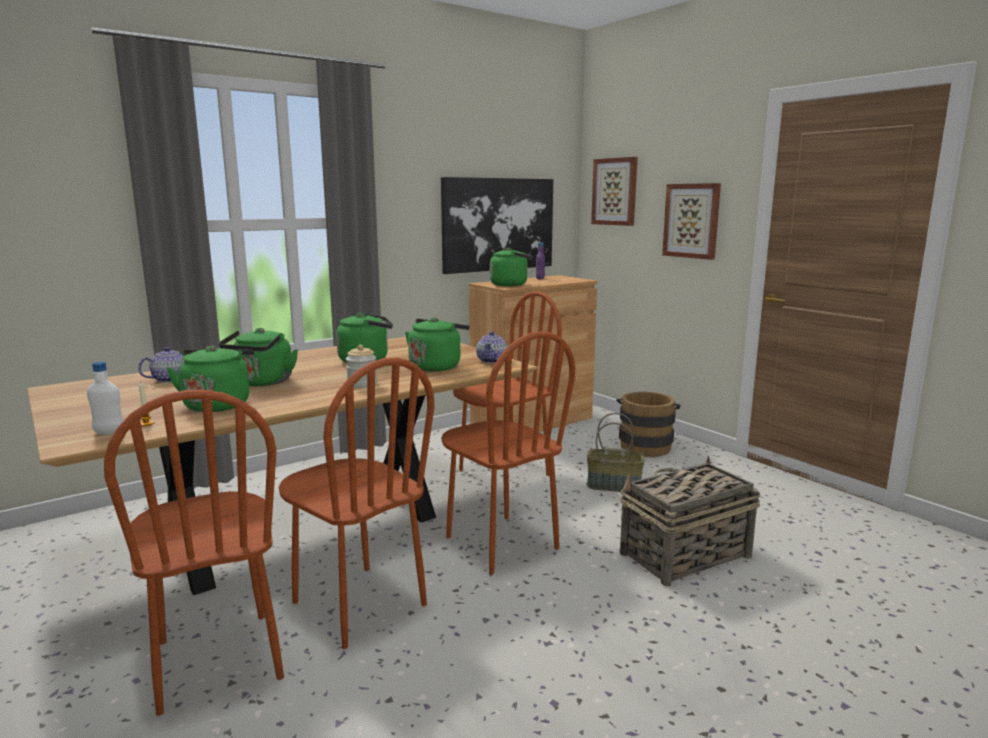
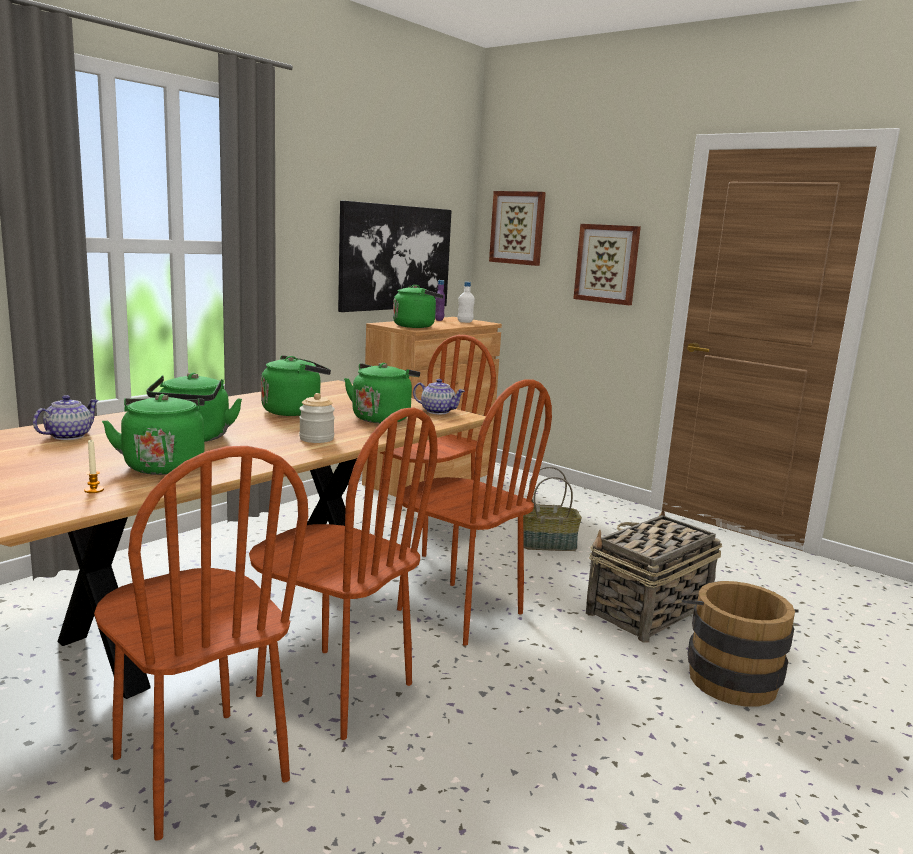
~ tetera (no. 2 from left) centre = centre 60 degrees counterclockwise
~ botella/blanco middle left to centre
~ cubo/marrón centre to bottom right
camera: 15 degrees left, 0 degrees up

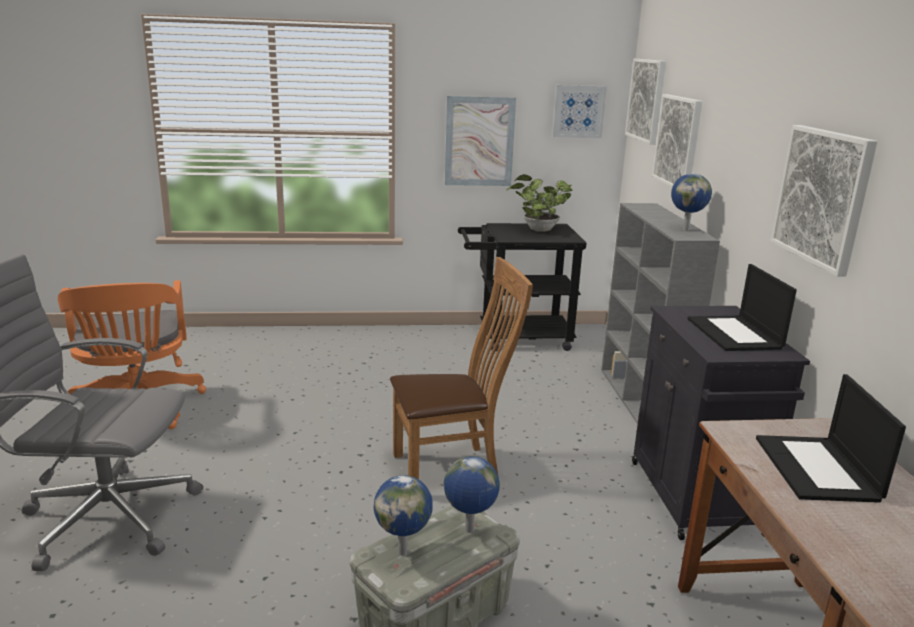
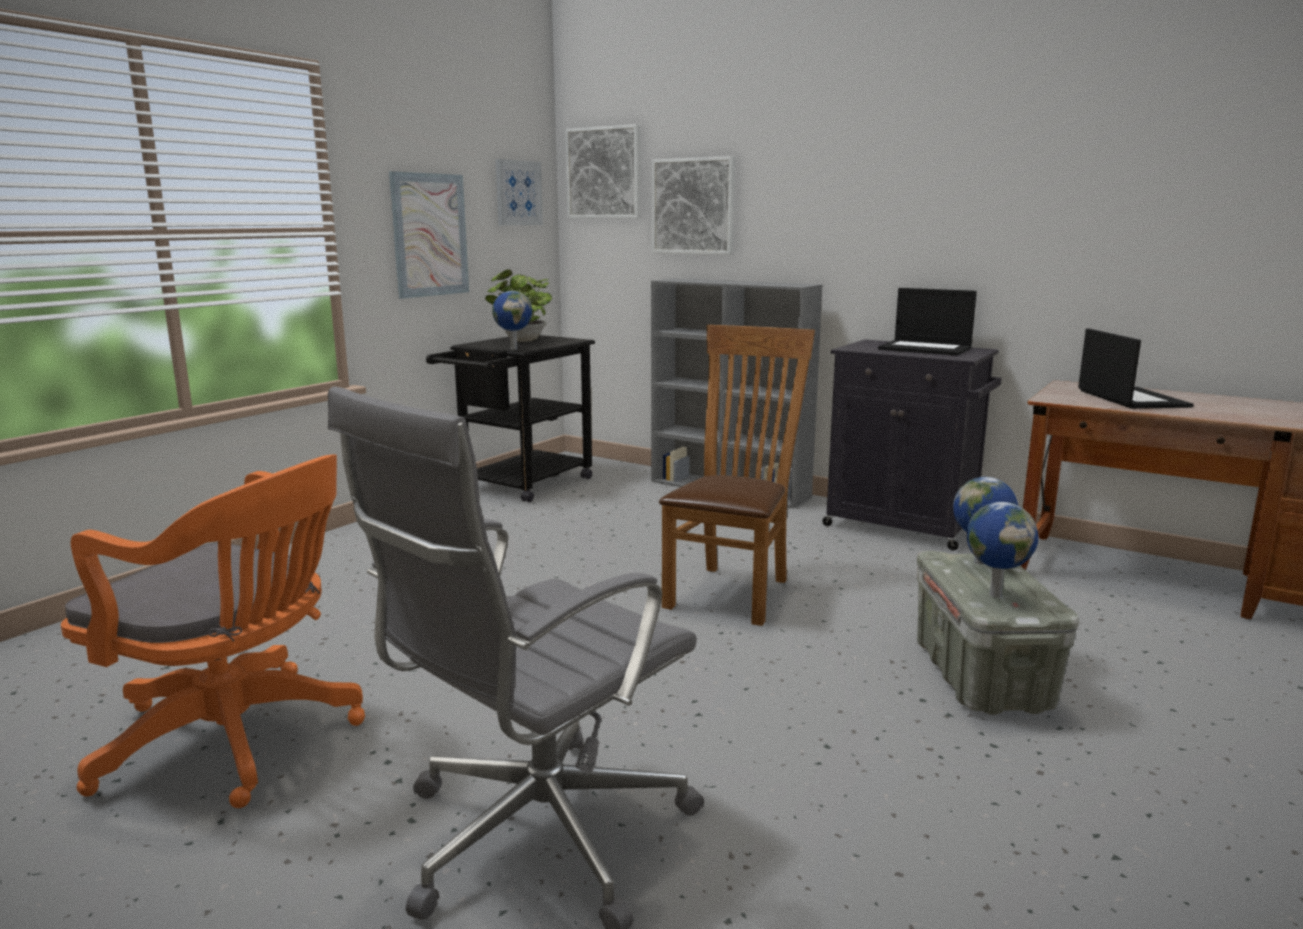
- cuadro (no. 5 from left) top right
~ globo terráqueo (no. 3 from left in the first image) top right to globo terráqueo (no. 1 from left) centre
~ portátil (no. 2 from left) bottom right = middle right 135 degrees counterclockwise
camera: 50 degrees left, 5 degrees down

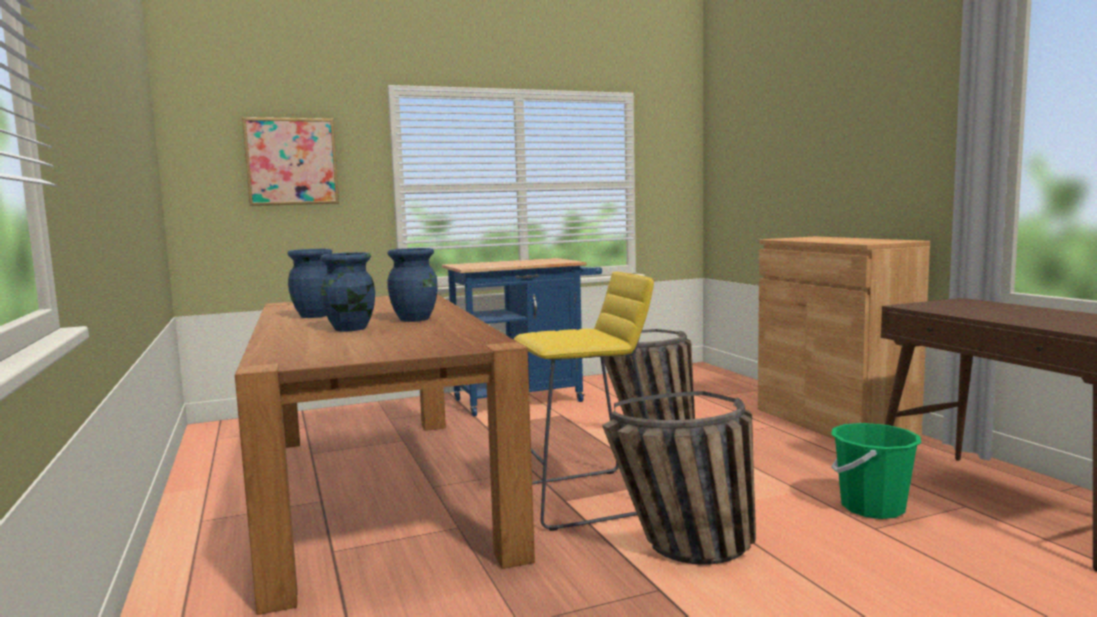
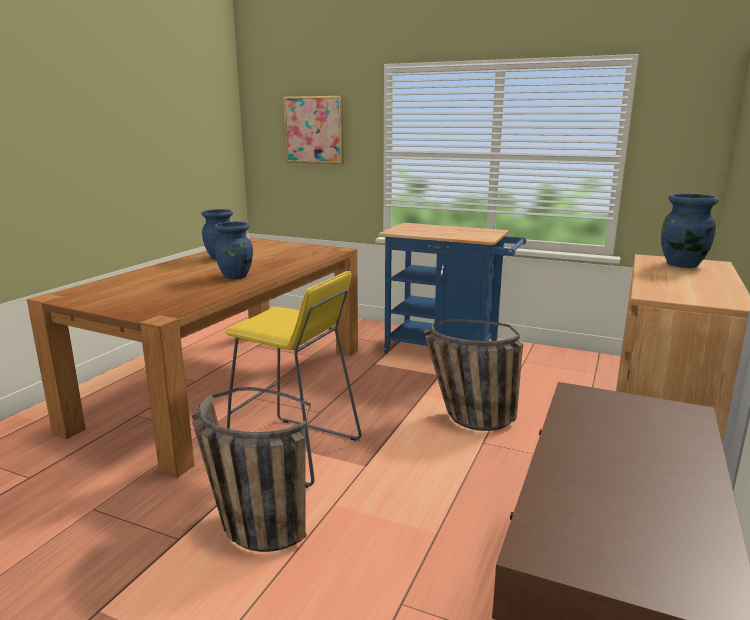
~ florero/azul (no. 2 from left in the first image) middle left to florero/azul (no. 3 from left) middle right
- cubo/verde bottom right
camera: 45 degrees right, 10 degrees up

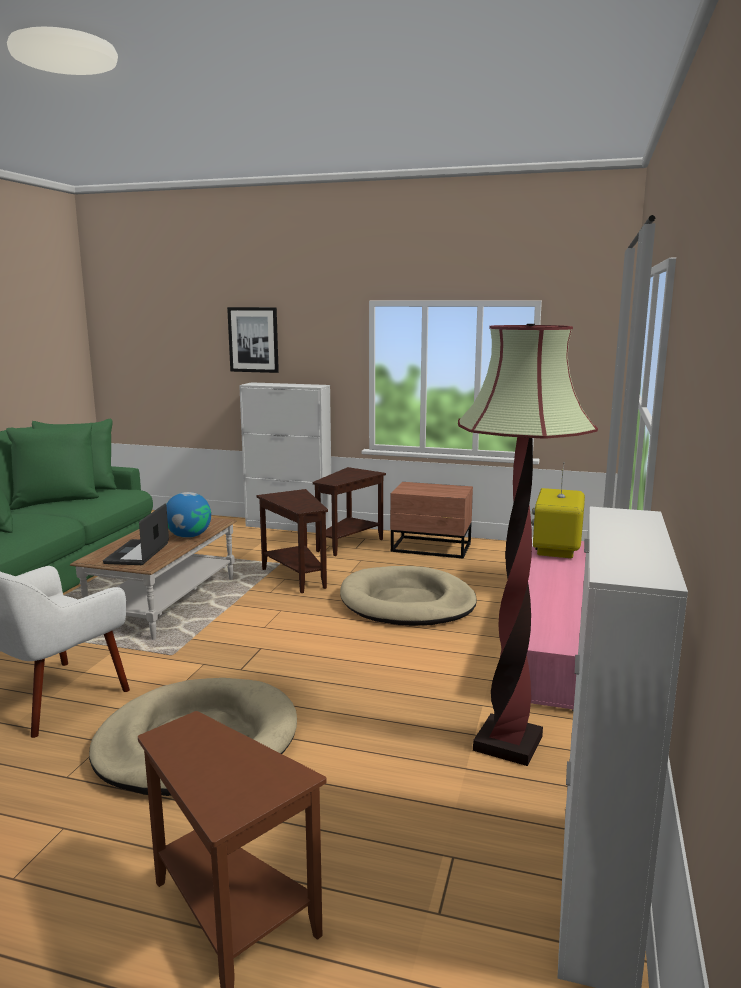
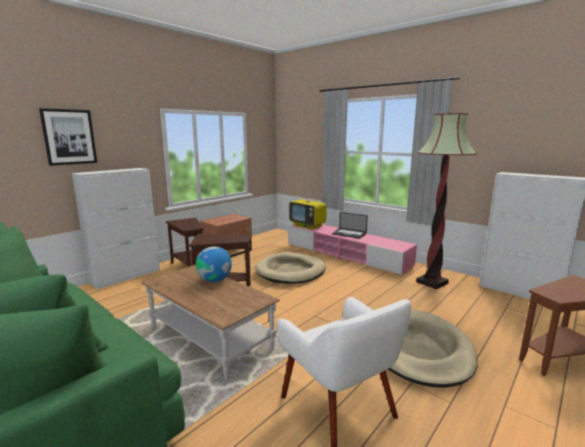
~ portátil middle left to centre
camera: 65 degrees left, 0 degrees up

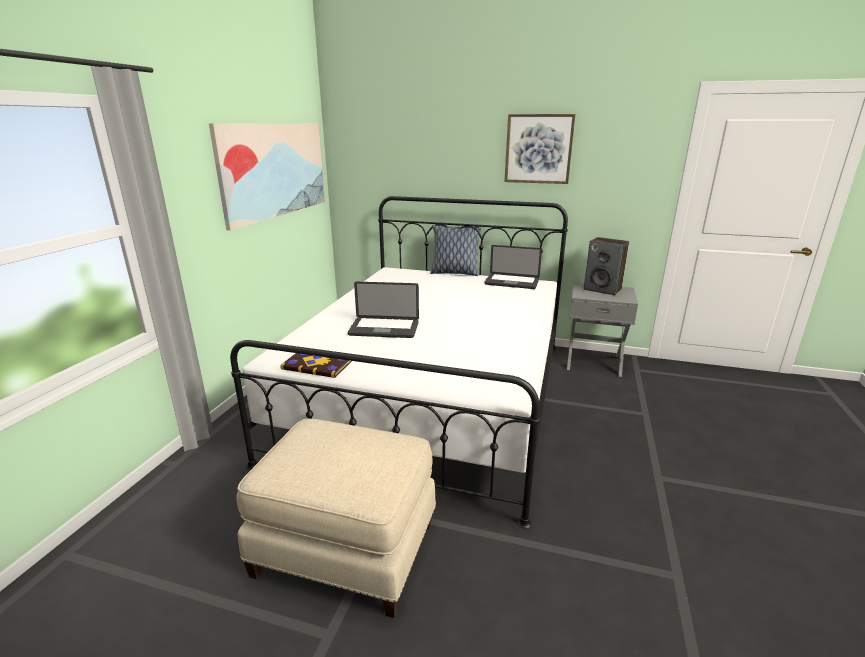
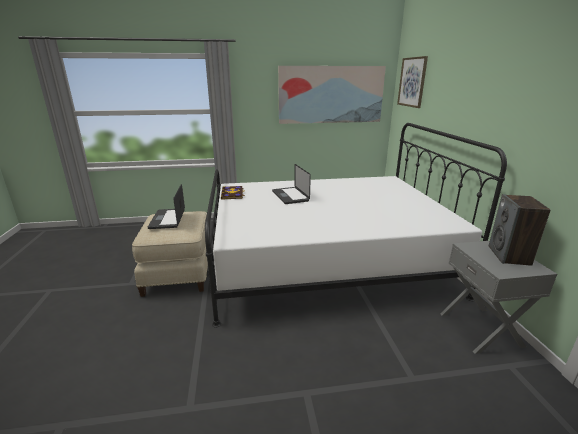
~ cuadro (no. 2 from left) top centre to top right
- cojín centre
~ portátil (no. 2 from left in the first image) centre to portátil (no. 1 from left) middle left
camera: 65 degrees right, 0 degrees up

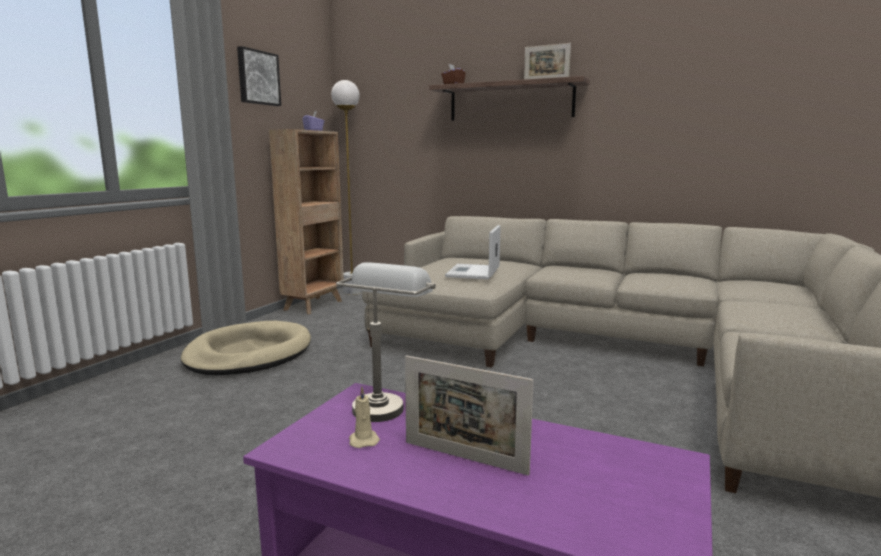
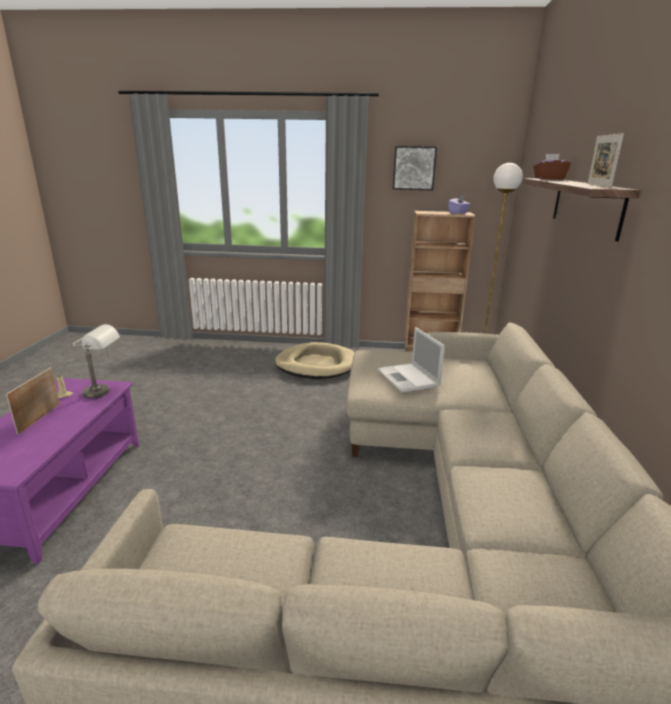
~ portátil centre = centre 105 degrees counterclockwise
camera: 70 degrees right, 10 degrees up

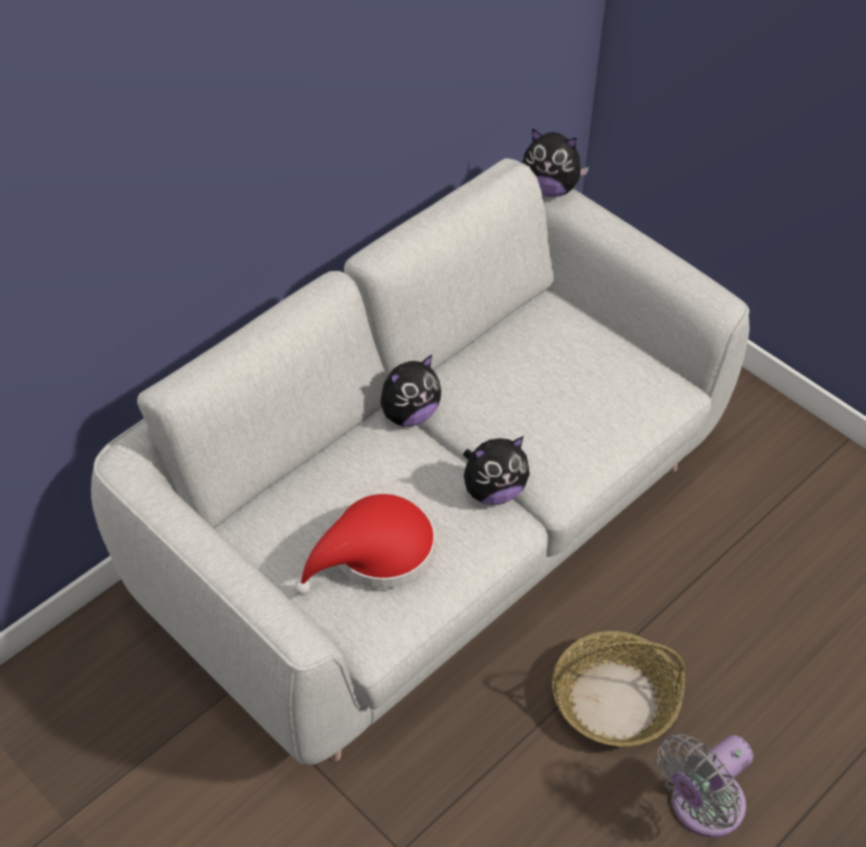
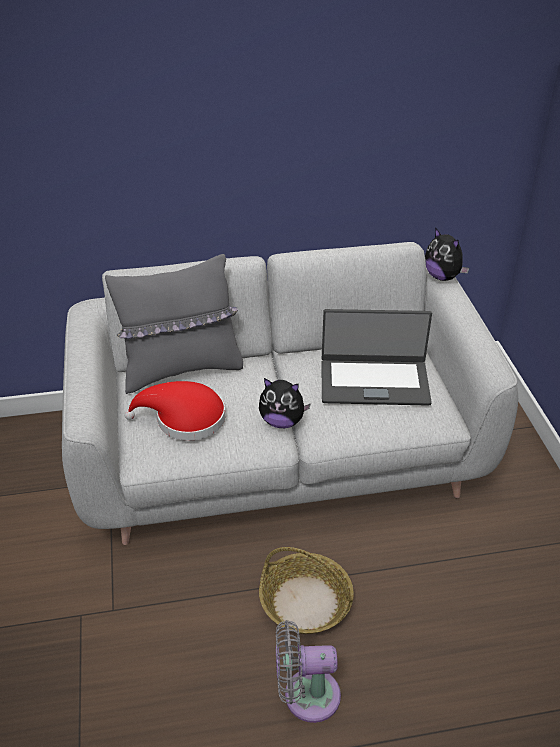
- peluche (no. 1 from left) centre
+ cojín/gris middle left
+ portátil middle right
camera: 35 degrees right, 10 degrees down

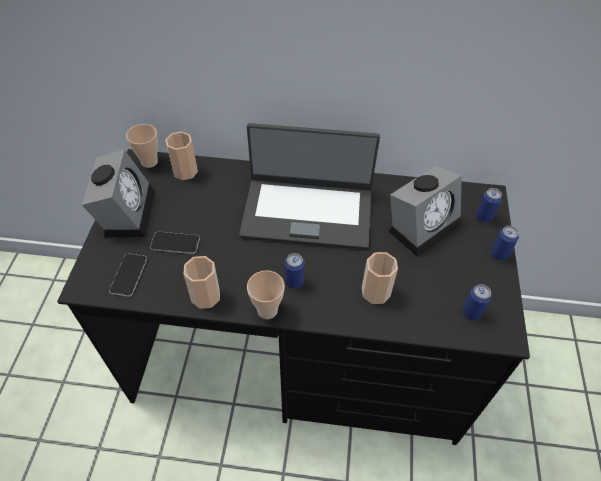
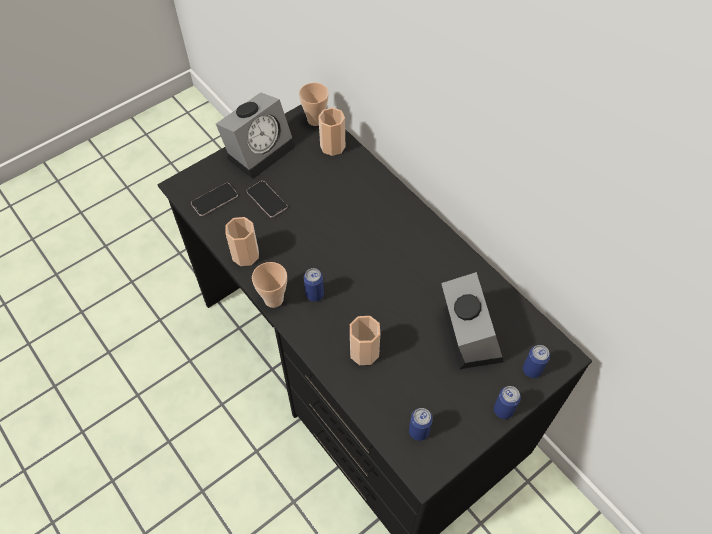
- portátil centre
~ despertador (no. 2 from left) middle right = centre 105 degrees counterclockwise
camera: 45 degrees right, 5 degrees up

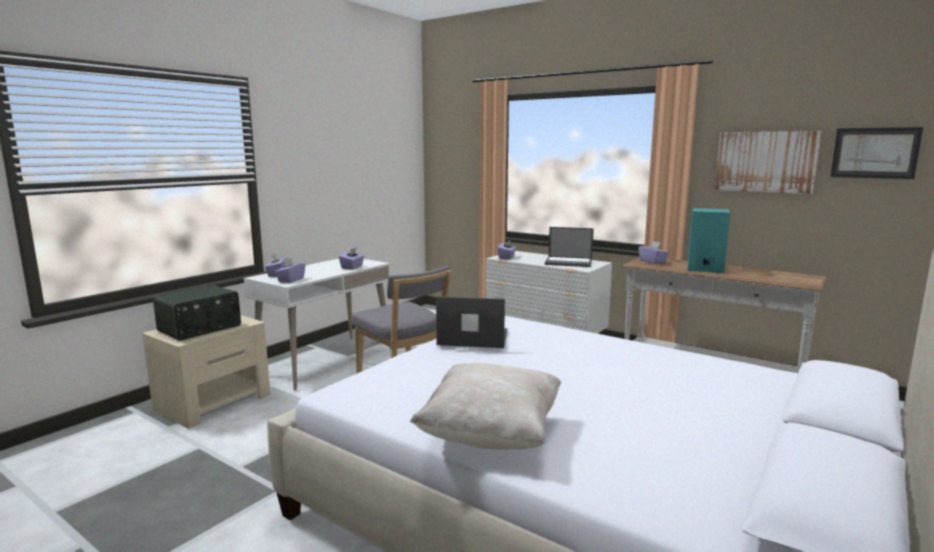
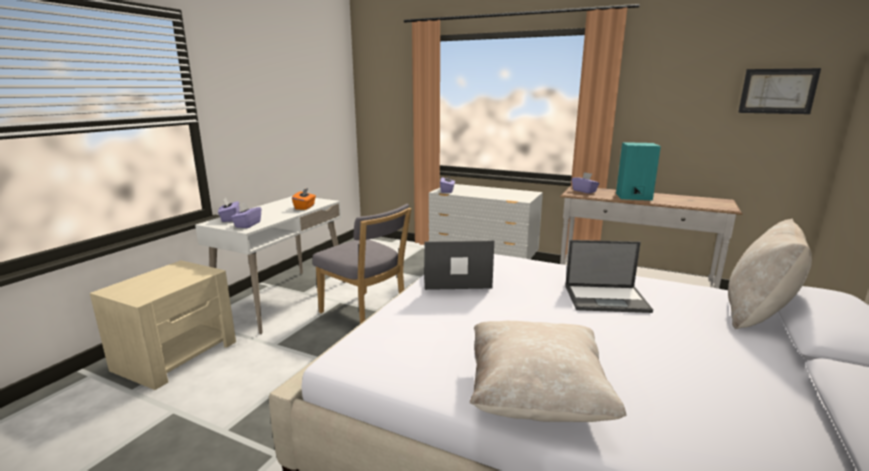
- cuadro (no. 1 from left) top right
~ portátil (no. 2 from left) centre to middle right
~ caja de pañuelos/morado (no. 3 from left) centre to caja de pañuelos/naranja centre
- radio middle left
+ cojín/beis (no. 2 from left) middle right
camera: 10 degrees left, 5 degrees up

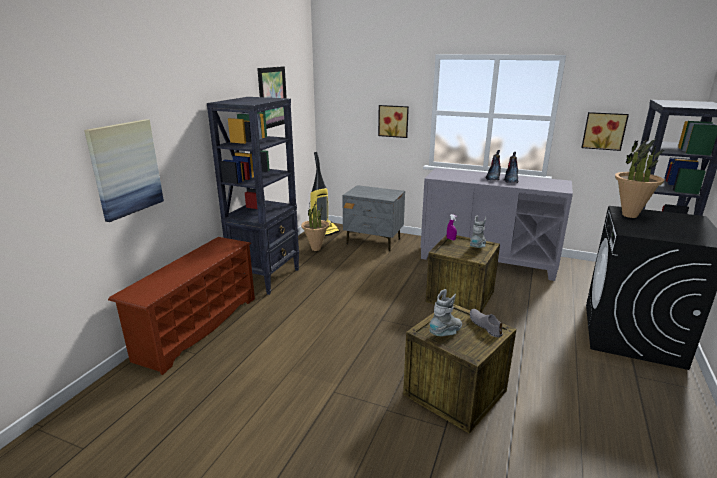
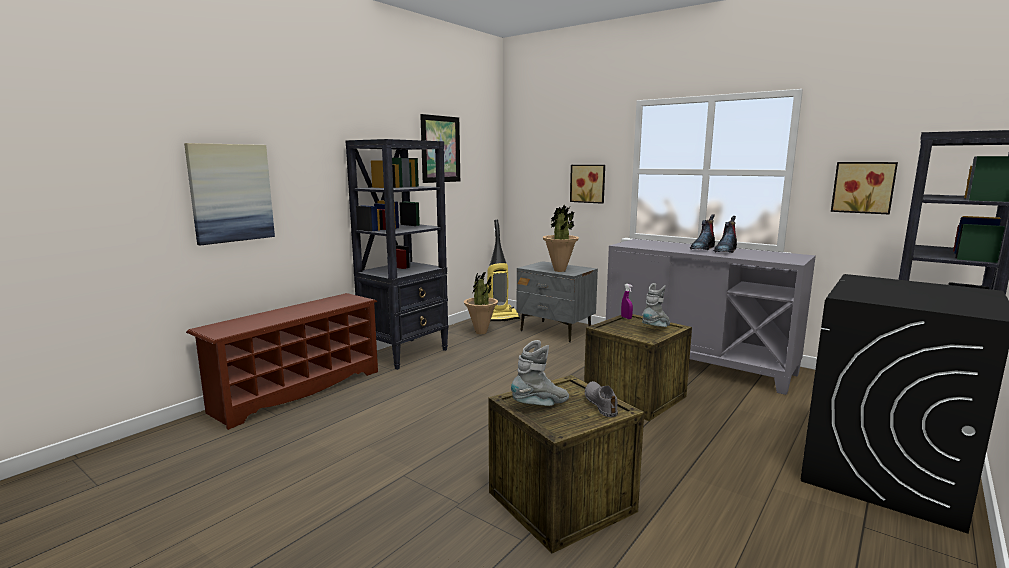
~ planta en maceta (no. 2 from left) middle right to centre
camera: 15 degrees right, 10 degrees down

